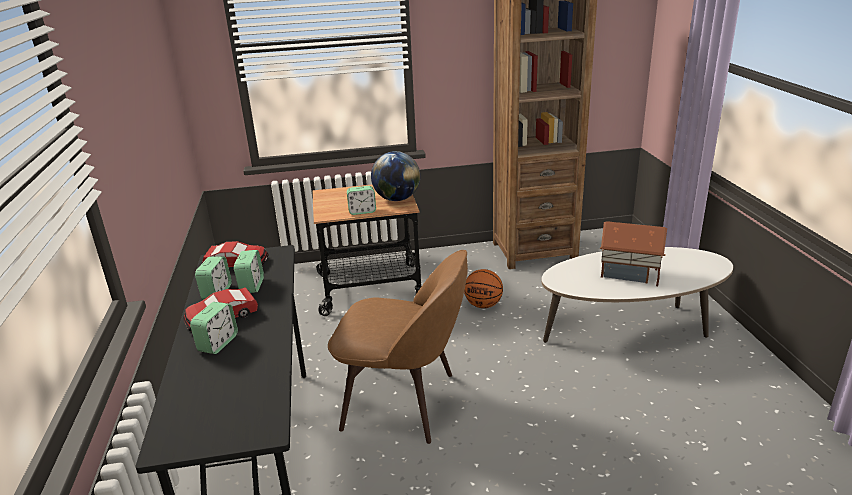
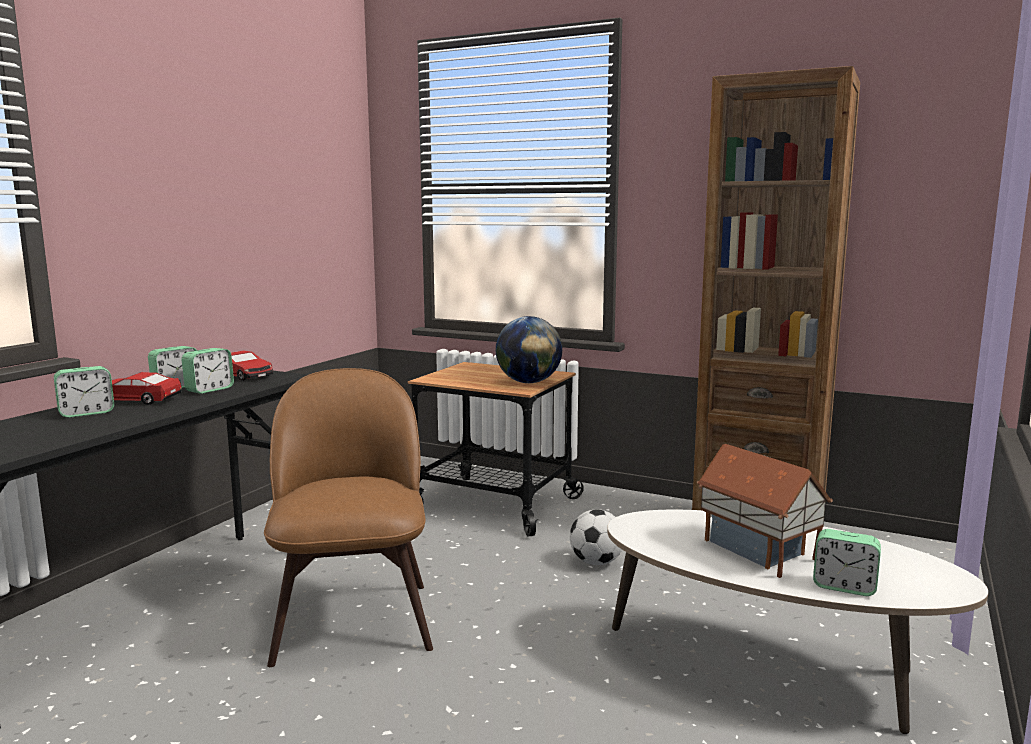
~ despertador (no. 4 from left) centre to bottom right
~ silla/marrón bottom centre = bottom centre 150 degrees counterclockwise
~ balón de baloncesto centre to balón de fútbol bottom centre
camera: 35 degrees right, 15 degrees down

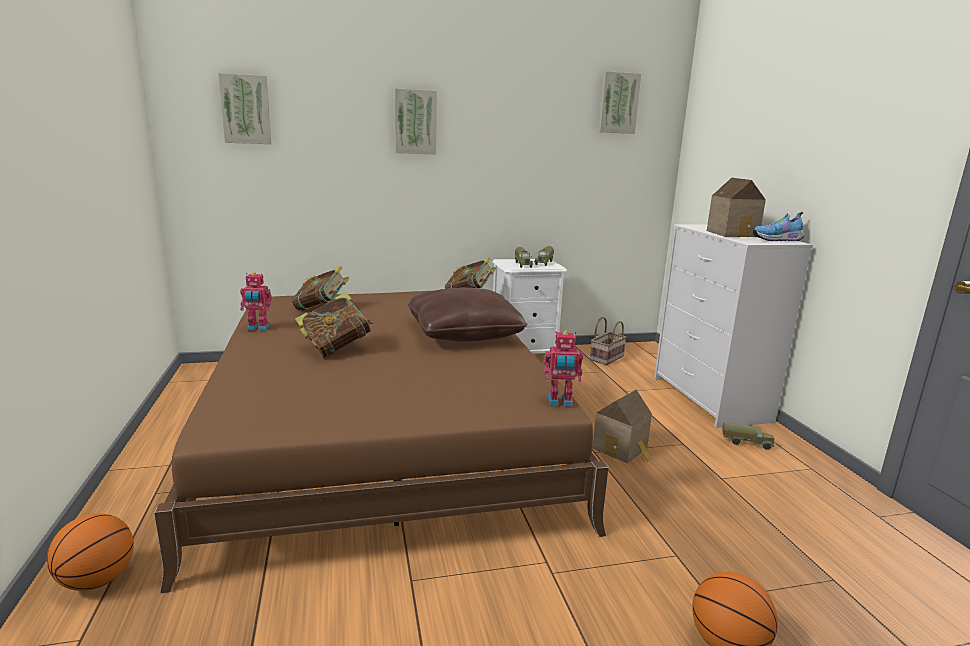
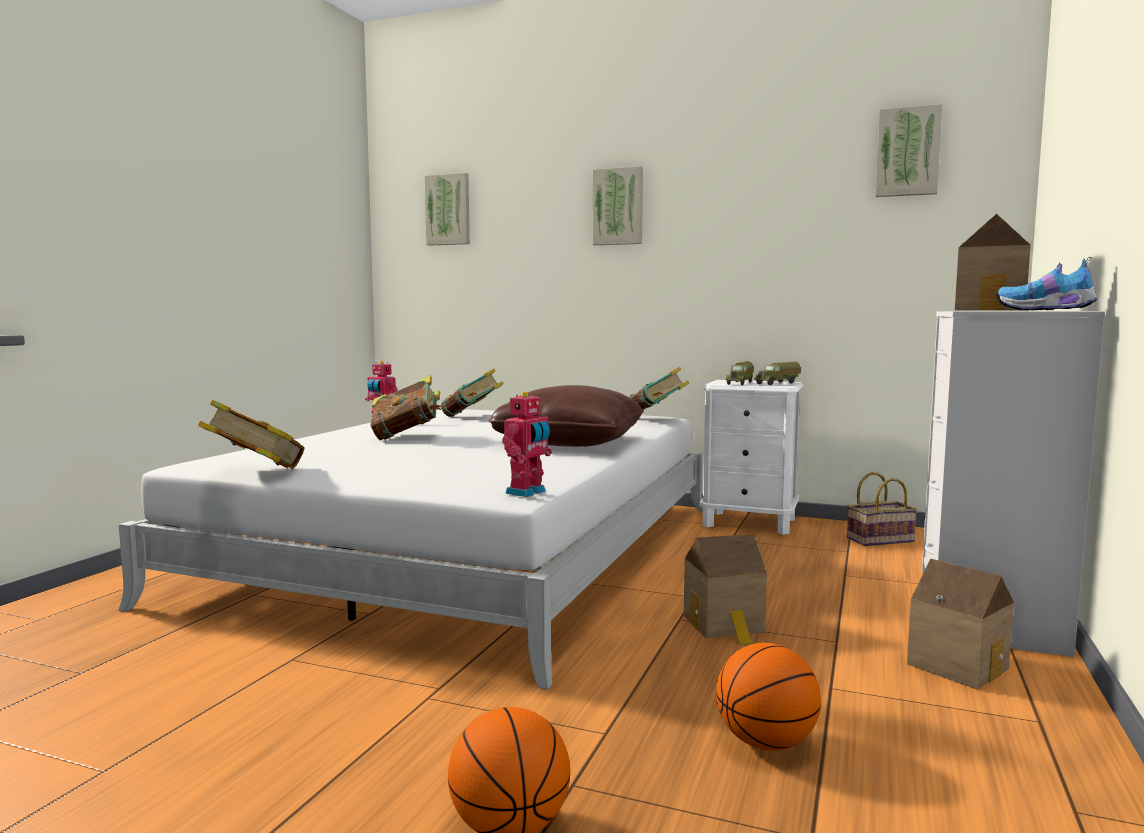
~ cama/marrón bottom centre to cama/blanco centre
~ robot de juguete (no. 2 from left) centre = centre 90 degrees counterclockwise
~ camión de juguete (no. 3 from left) bottom right to casita (no. 2 from left) bottom right
~ balón de baloncesto (no. 1 from left in the first image) bottom left to balón de baloncesto (no. 2 from left) bottom right
+ libro (no. 1 from left) middle left
camera: 35 degrees right, 10 degrees down

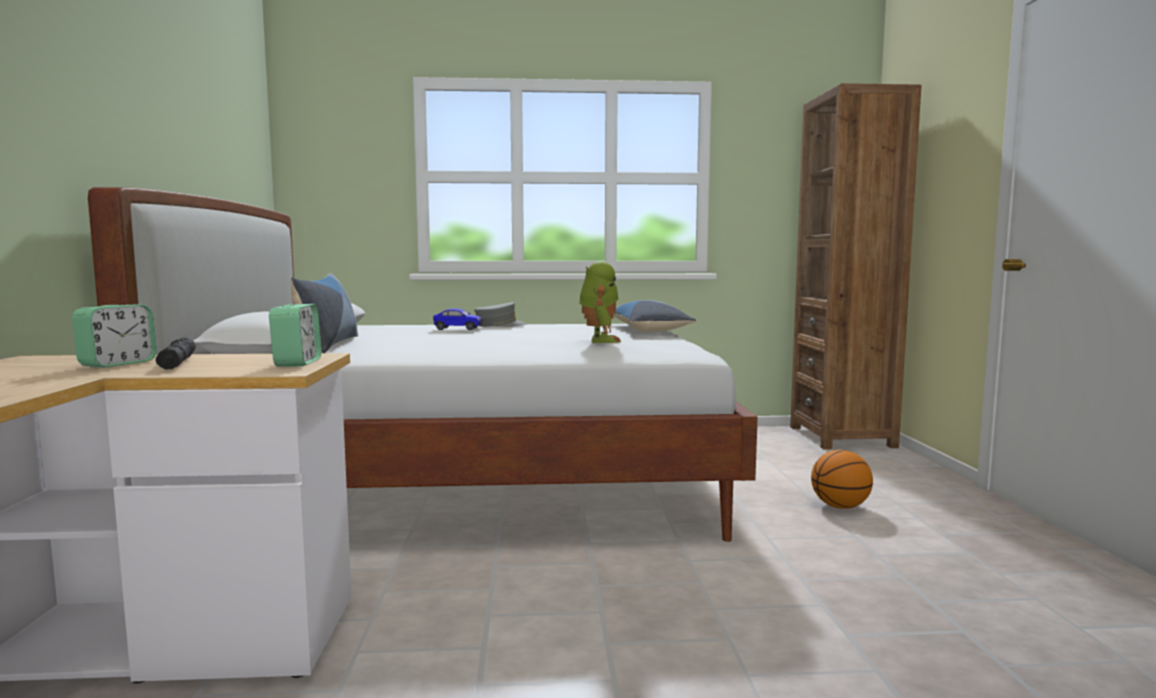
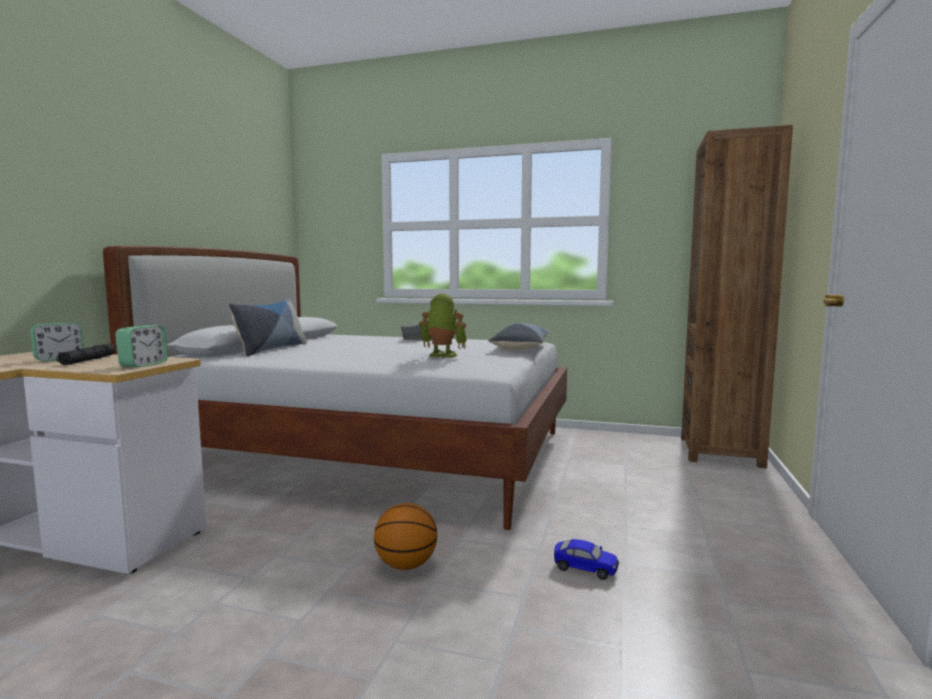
~ robot de juguete centre = centre 90 degrees counterclockwise
~ coche de juguete centre to bottom centre
~ balón de baloncesto bottom right to bottom centre
camera: 20 degrees right, 0 degrees up

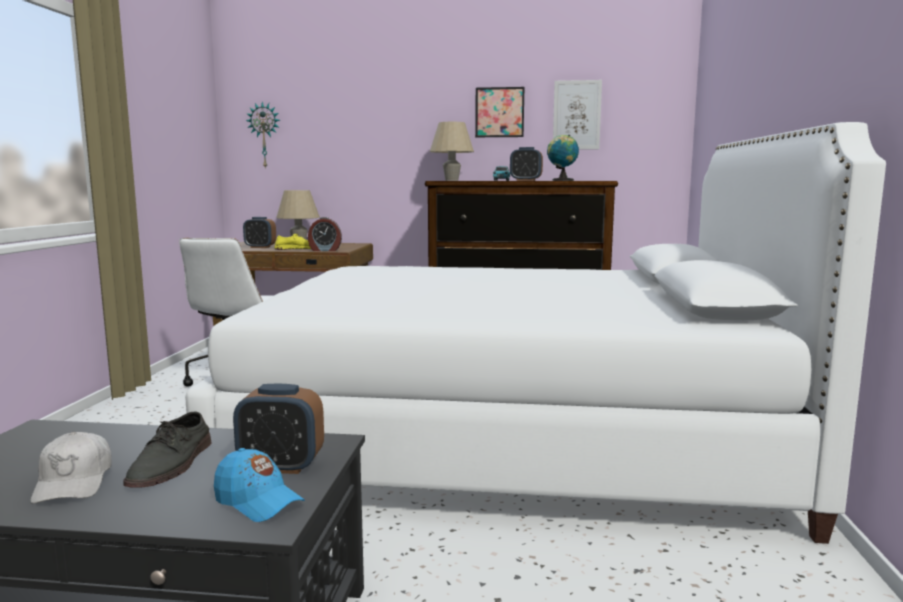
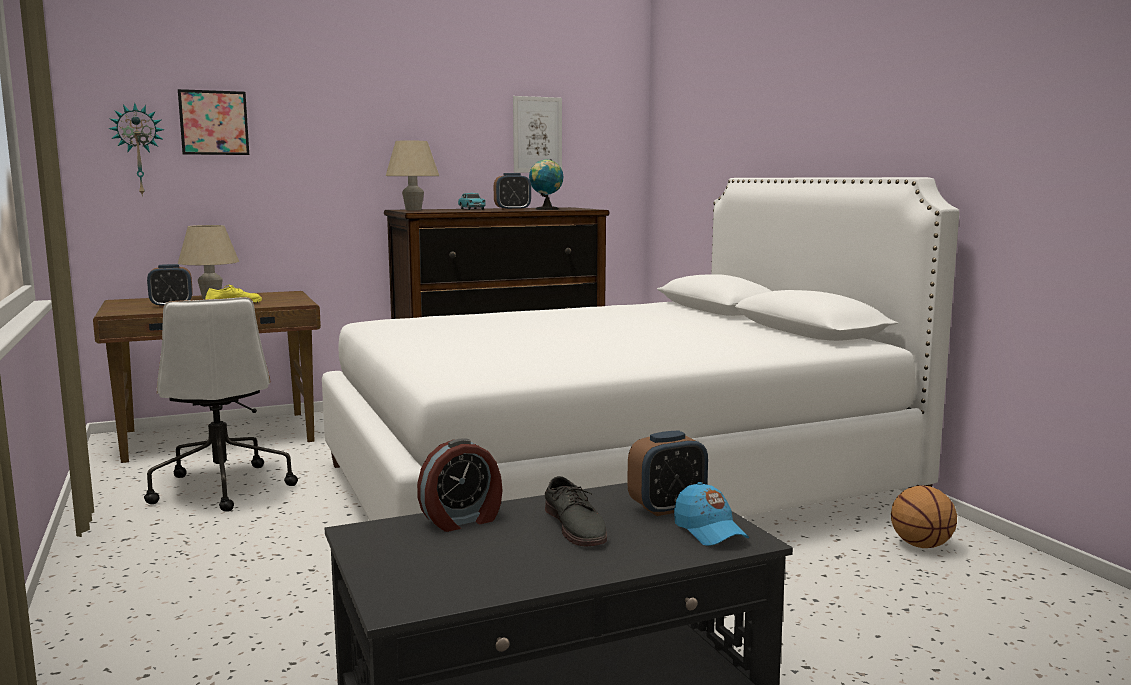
~ cuadro (no. 1 from left) top centre to top left
~ despertador (no. 3 from left in the first image) centre to despertador (no. 2 from left) bottom centre
- gorra/blanco bottom left
~ gorra/azul bottom left = bottom centre 60 degrees clockwise
+ balón de baloncesto bottom right
camera: 30 degrees left, 0 degrees up

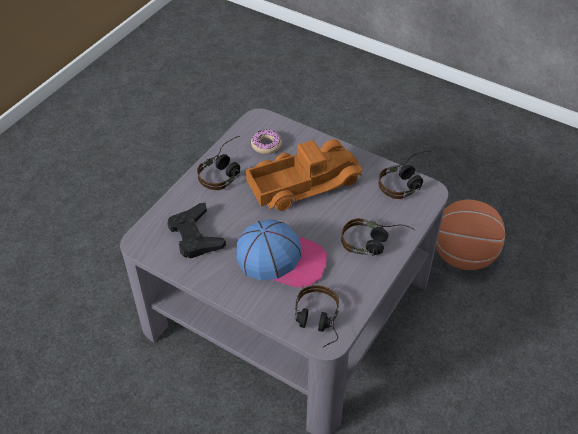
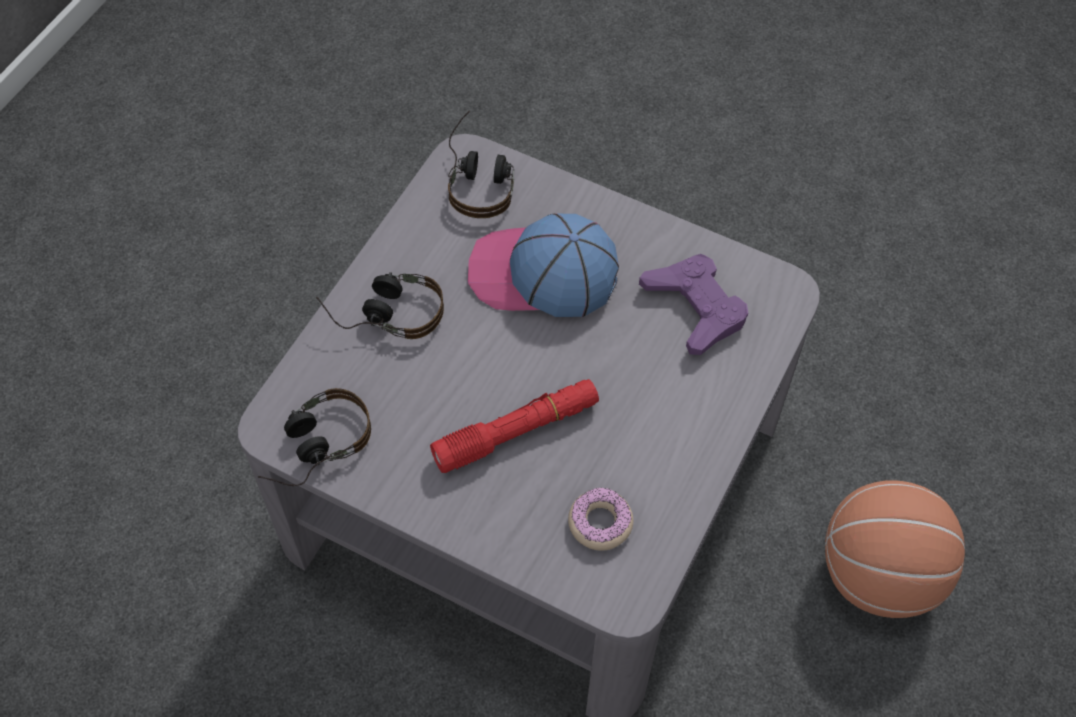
- auriculares (no. 1 from left) centre
~ camión de juguete centre to linterna/rojo centre
~ balón de baloncesto middle right to bottom right
~ mando de consola/negro centre to mando de consola/morado centre
camera: 175 degrees right, 10 degrees up

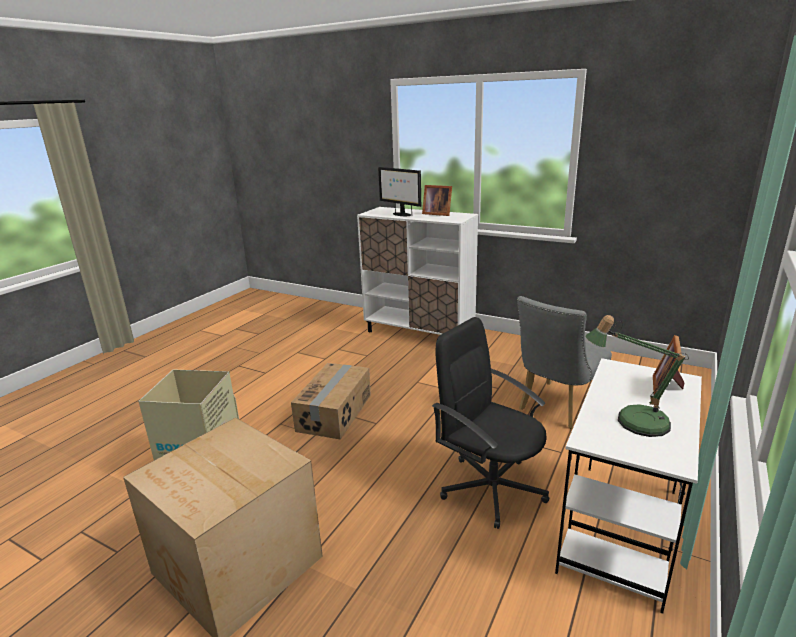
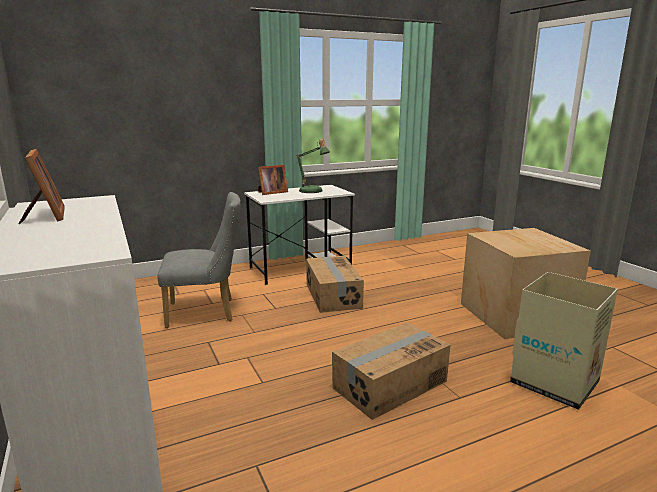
- monitor top centre
~ silla de oficina/negro centre to caja de cartón (no. 1 from left) centre
camera: 145 degrees left, 5 degrees down

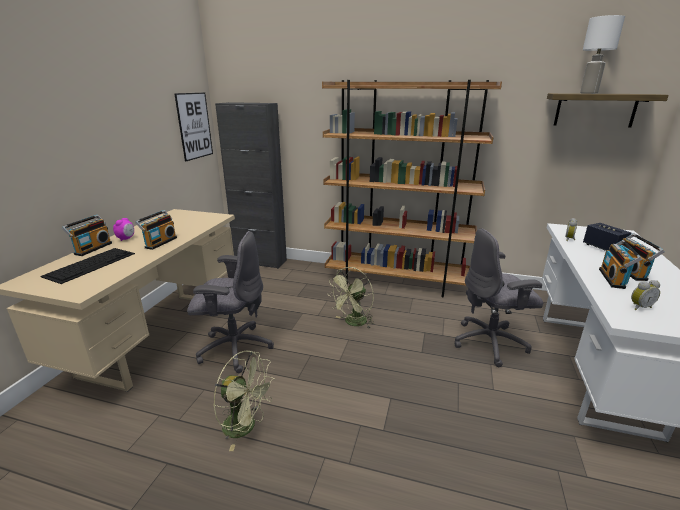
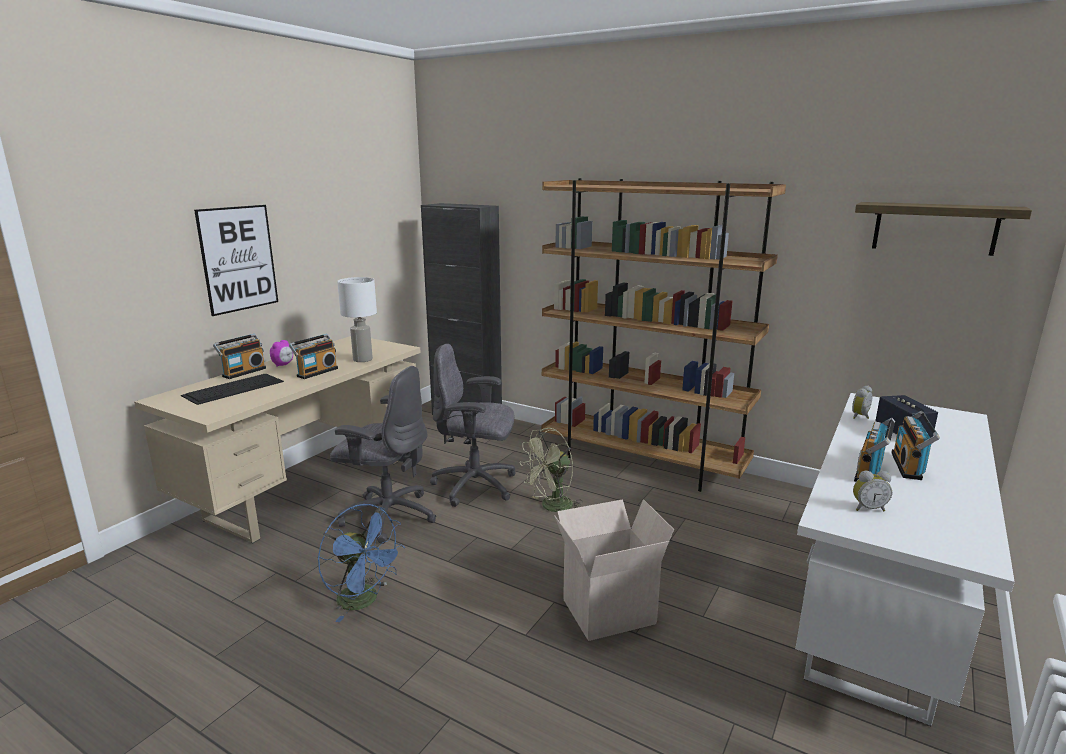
~ lámpara de mesa/blanco top right to centre
~ cuadro top left to middle left
~ silla de oficina/gris (no. 2 from left) middle right to centre
~ ventilador/verde (no. 1 from left) bottom centre to ventilador/azul bottom centre
+ caja de cartón bottom centre
camera: 15 degrees right, 5 degrees down

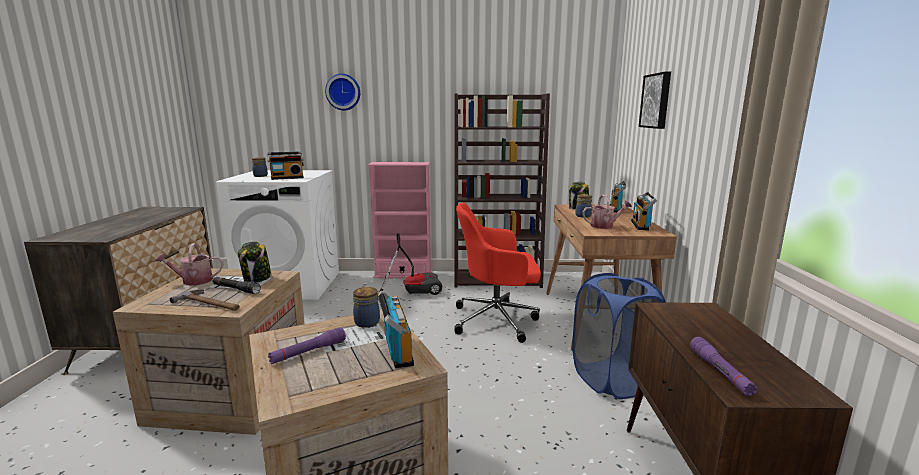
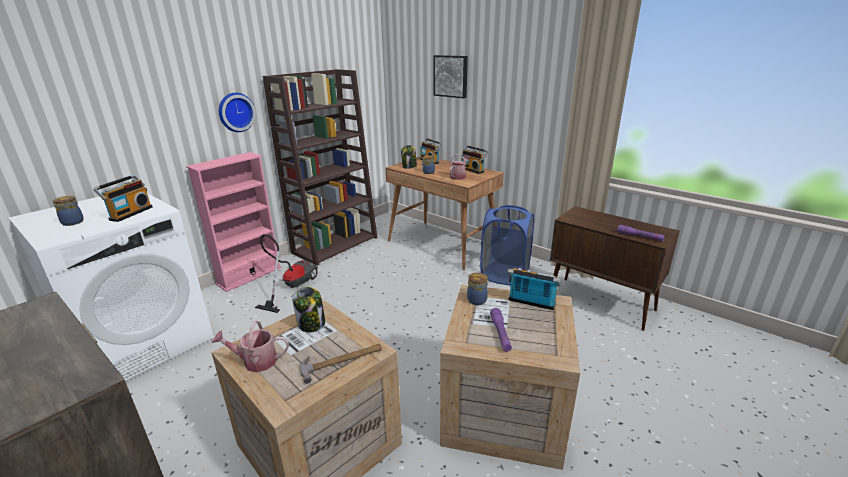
~ reloj de pared top centre to top left
- silla de oficina/rojo centre
~ regadera (no. 1 from left) middle left = bottom left 60 degrees clockwise
- linterna/negro middle left
camera: 50 degrees left, 10 degrees up

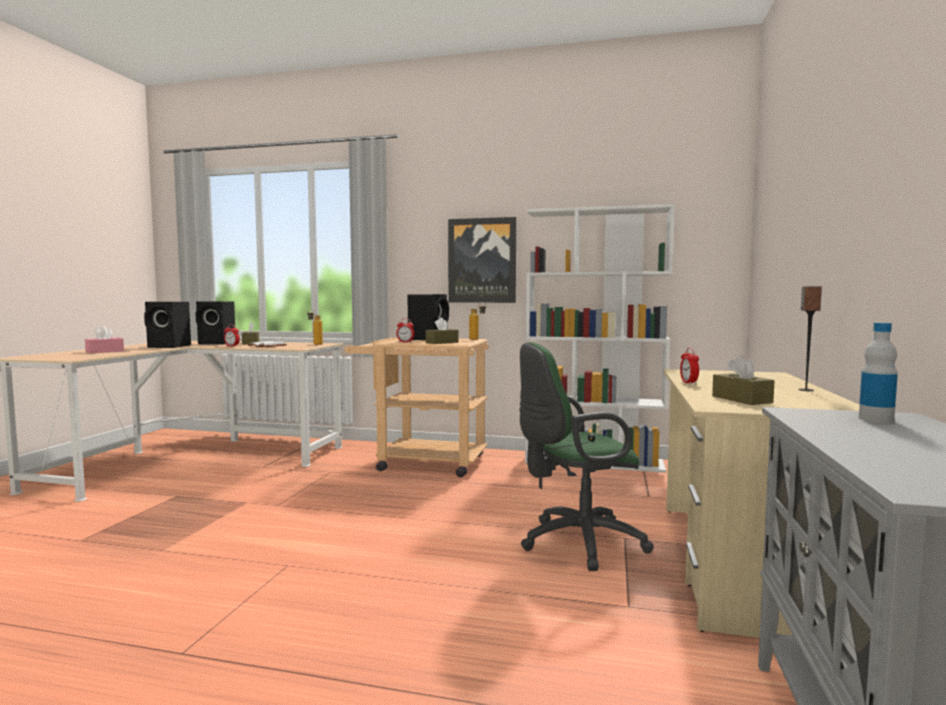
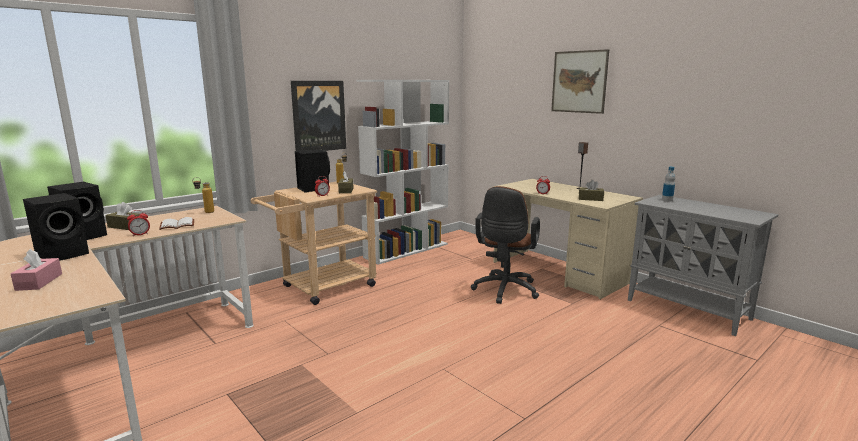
~ silla de oficina/verde centre to silla de oficina/marrón centre
+ cuadro (no. 2 from left) top right
camera: 55 degrees left, 10 degrees up

